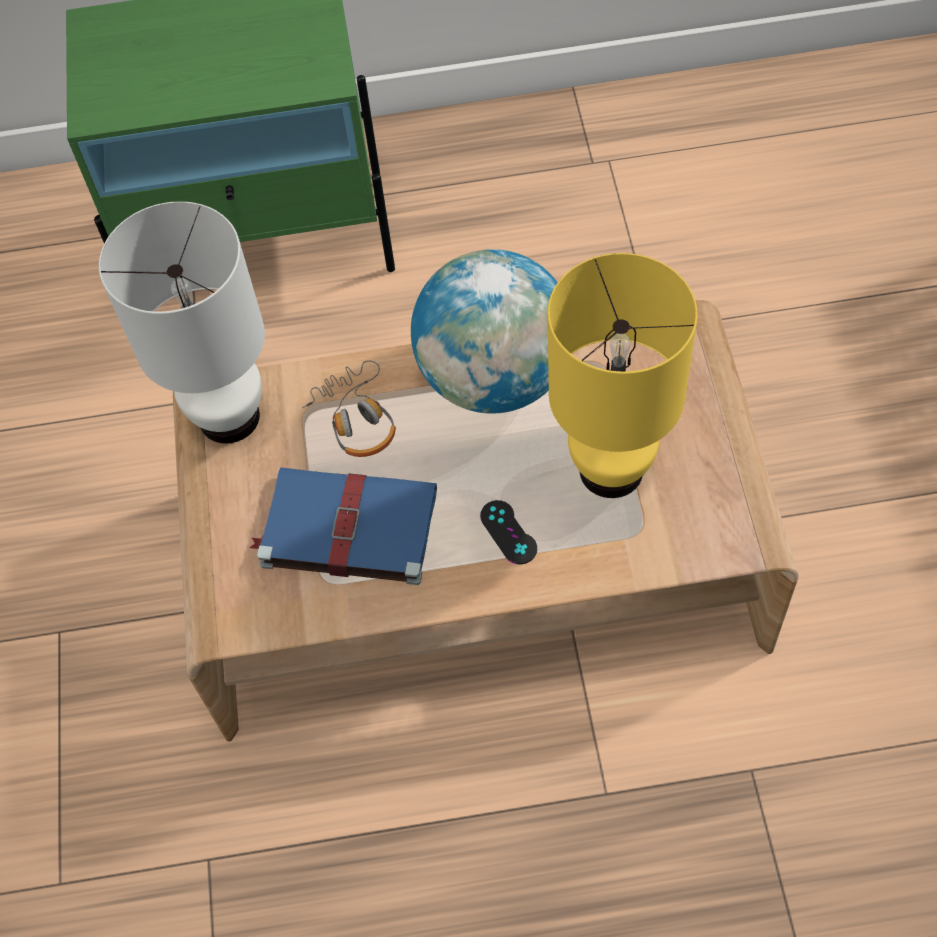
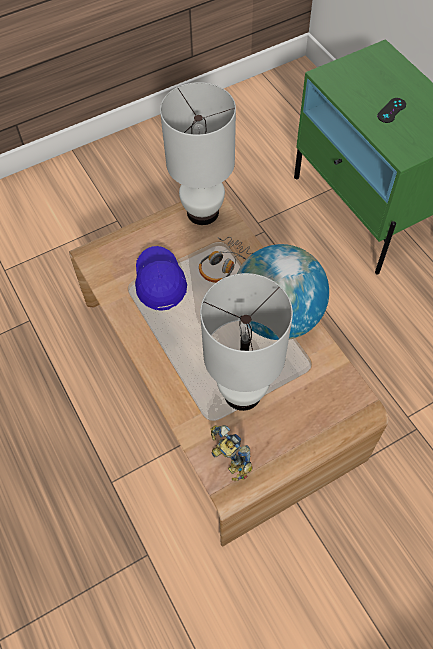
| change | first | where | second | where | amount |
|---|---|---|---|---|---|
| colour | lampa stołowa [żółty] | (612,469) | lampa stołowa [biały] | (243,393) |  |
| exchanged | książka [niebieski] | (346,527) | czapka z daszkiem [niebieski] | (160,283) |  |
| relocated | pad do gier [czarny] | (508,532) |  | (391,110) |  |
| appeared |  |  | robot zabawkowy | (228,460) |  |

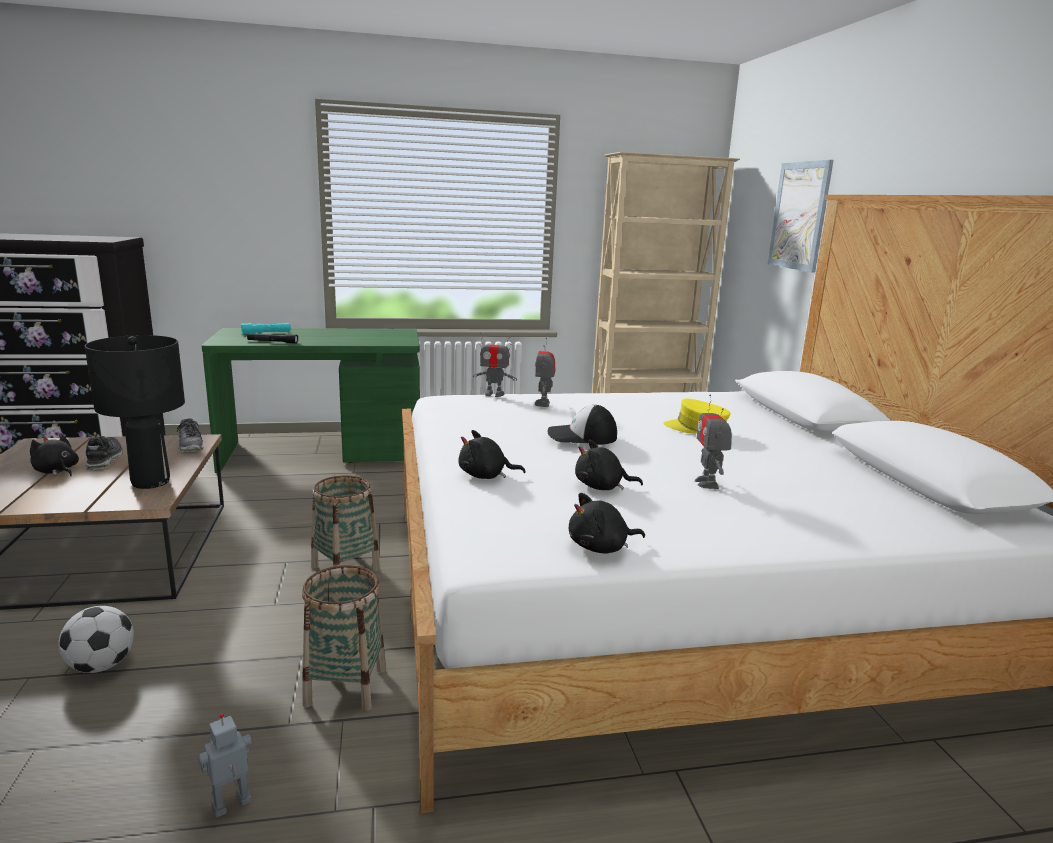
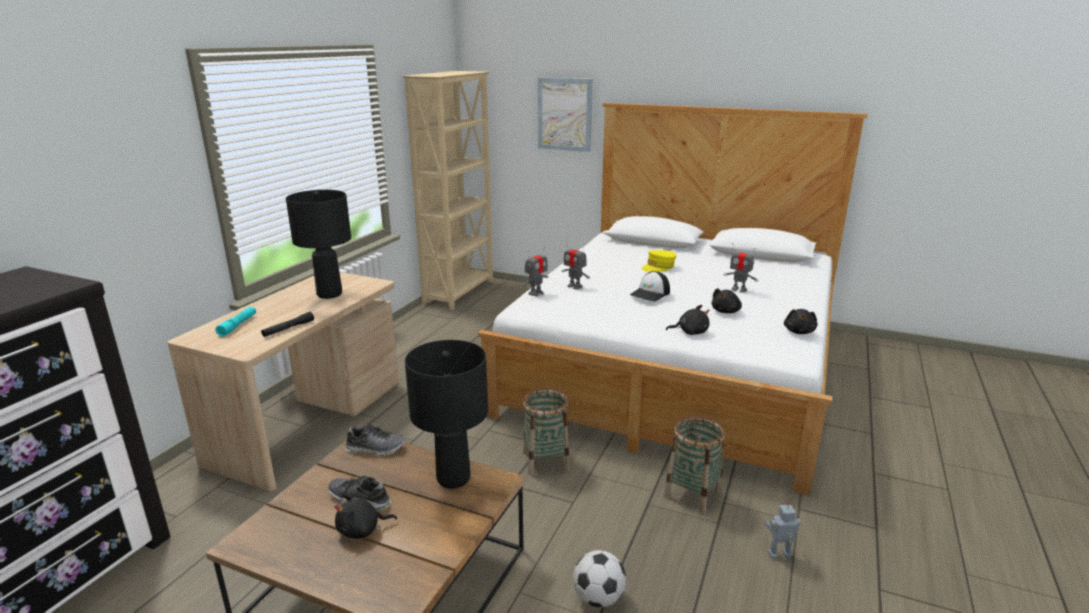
| change | first | where | second | where | amount |
|---|---|---|---|---|---|
| colour | biurko [zielony] | (323,454) | biurko [beżowy] | (310,422) |  |
| spun | pluszak [czarny] | (486,476) |  | (690,332) | 120 degrees counterclockwise |
| spun | robot zabawkowy | (232,806) |  | (779,556) | 90 degrees clockwise |
| appeared |  |  | lampa stołowa [czarny] | (330,294) |  |

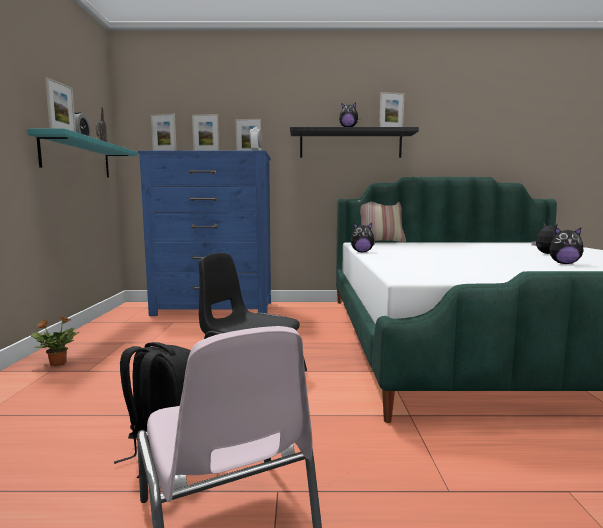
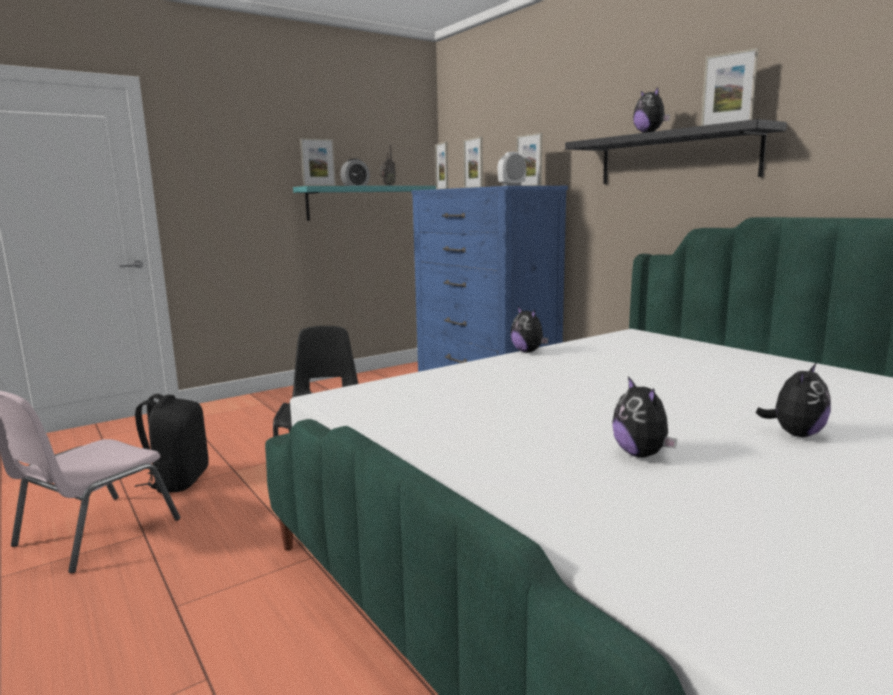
| change | first | where | second | where | amount |
|---|---|---|---|---|---|
| missing | poduszka | (381,242) |  |  |  |
| missing | roślina doniczkowa | (57,363) |  |  |  |

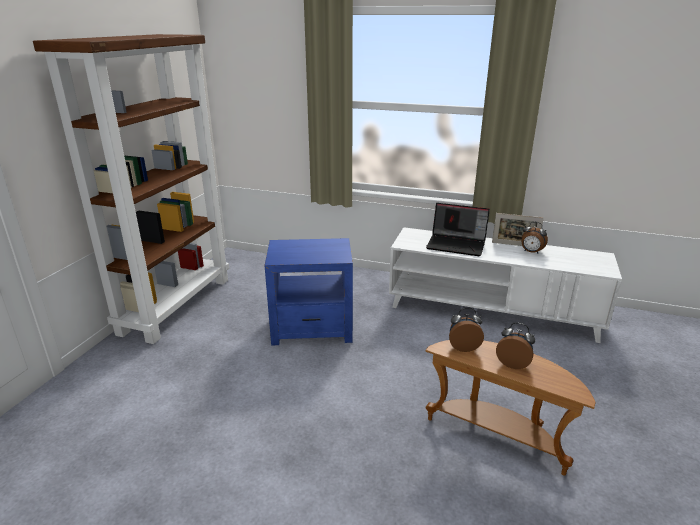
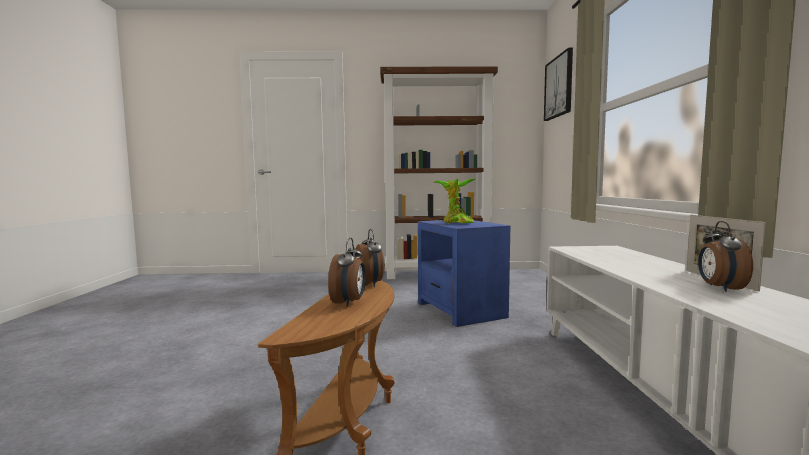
| change | first | where | second | where | amount |
|---|---|---|---|---|---|
| missing | laptop | (457,244) |  |  |  |
| appeared |  |  | obraz | (559,87) |  |
| appeared |  |  | roślina doniczkowa | (456,223) |  |

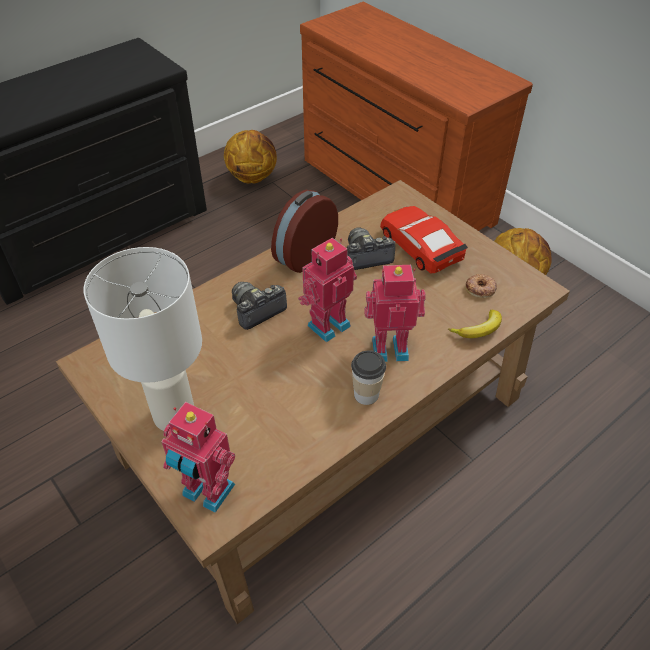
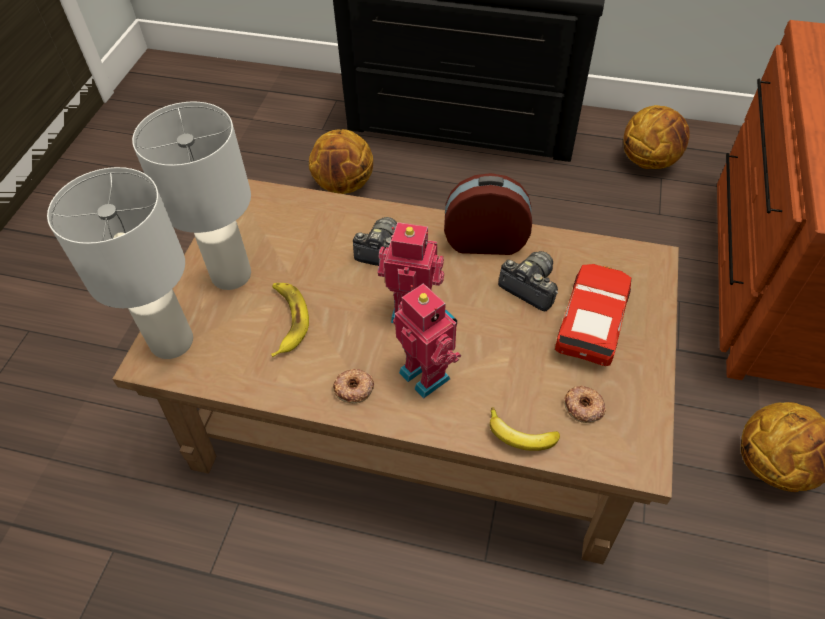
| change | first | where | second | where | amount |
|---|---|---|---|---|---|
| exchanged | filiżanka | (366,394) | donut | (354,388) |  |
| exchanged | robot zabawkowy | (206,493) | lampa stołowa [biały] | (172,342) |  |
| appeared |  |  | piłka do koszykówki | (344,185) |  |
| appeared |  |  | banan | (287,320) |  |

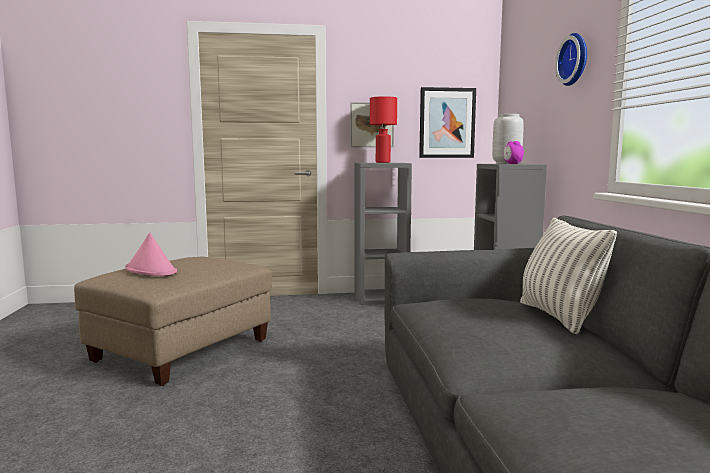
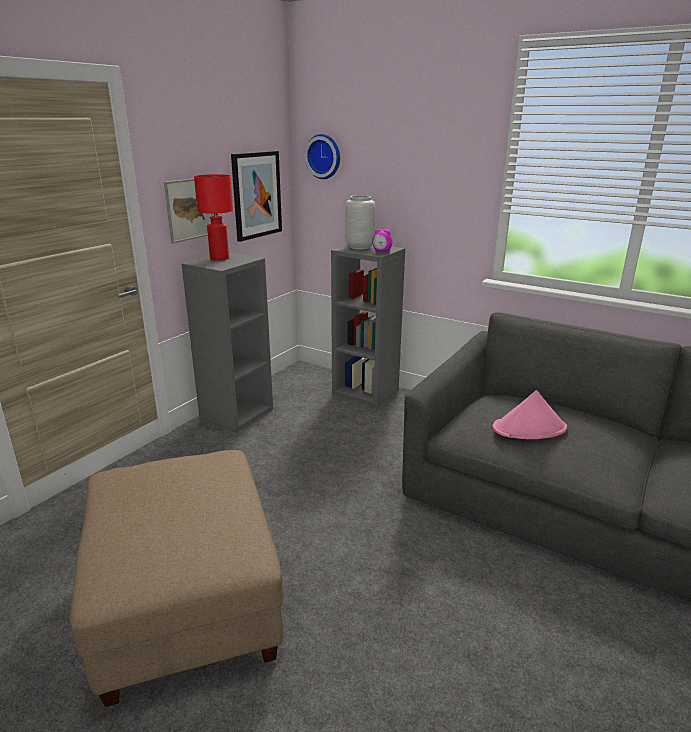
| change | first | where | second | where | amount |
|---|---|---|---|---|---|
| relocated | zegar ścienny | (575,59) |  | (324,156) |  |
| missing | poduszka | (559,316) |  |  |  |
| relocated | kapelusz [różowy] | (151,270) |  | (529,428) |  |

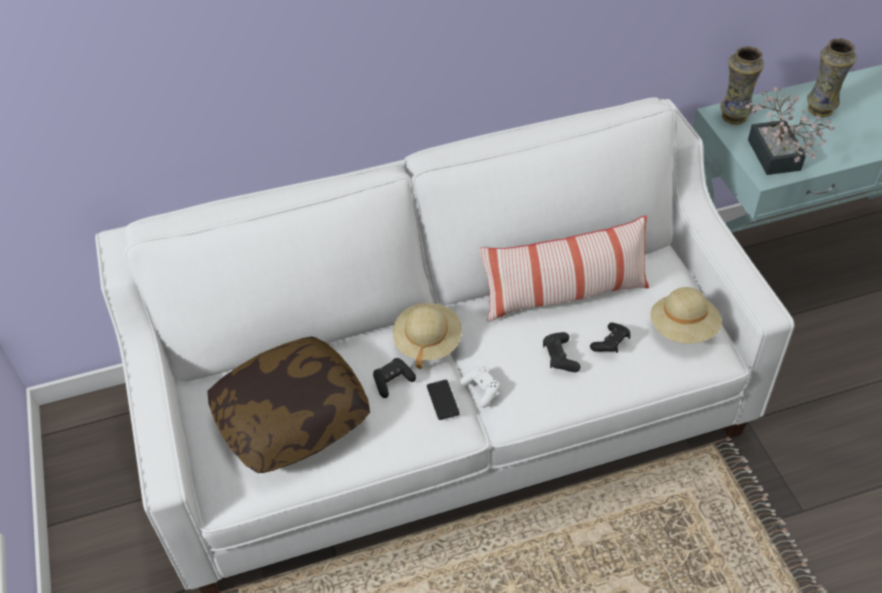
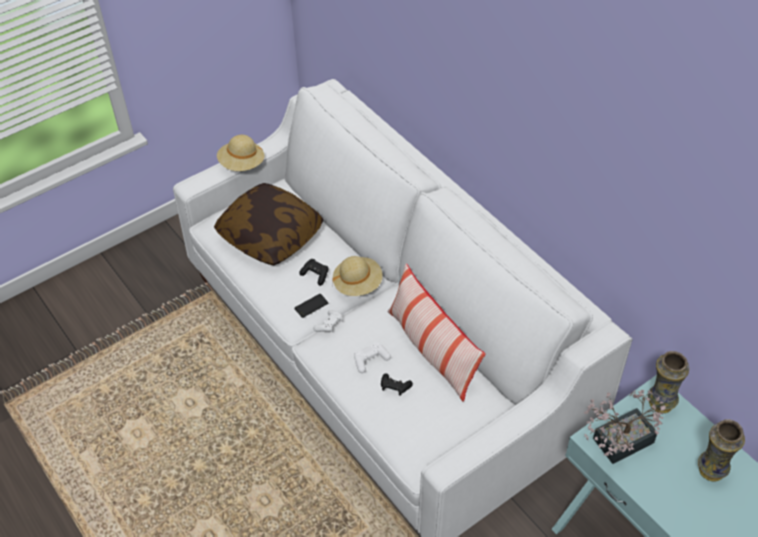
| change | first | where | second | where | amount |
|---|---|---|---|---|---|
| relocated | kapelusz [beżowy] | (683,329) |  | (242,164) |  |
| colour | pad do gier [czarny] | (560,357) | pad do gier [biały] | (370,360) |  |

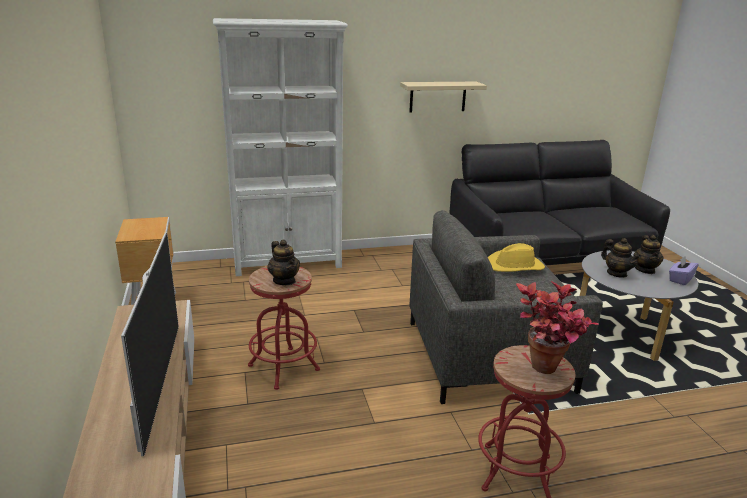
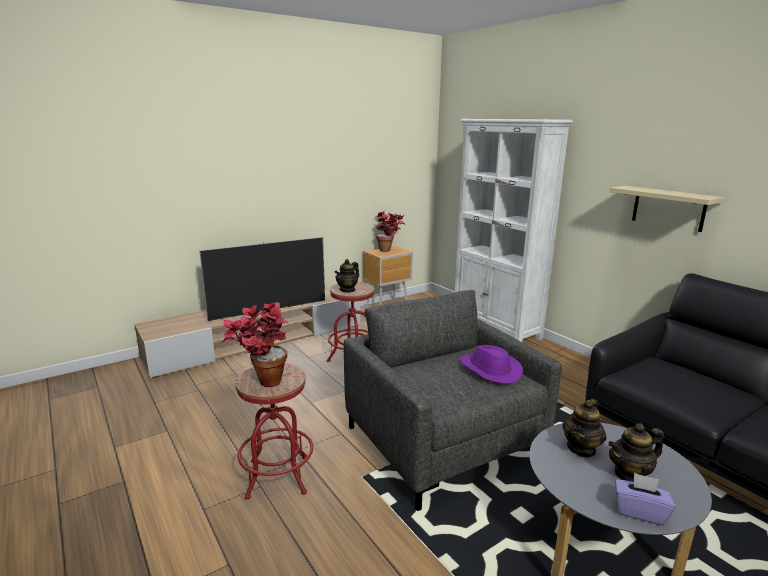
| change | first | where | second | where | amount |
|---|---|---|---|---|---|
| colour | kapelusz [żółty] | (514,266) | kapelusz [fioletowy] | (489,369) |  |
| appeared |  |  | roślina doniczkowa | (389,250) |  |

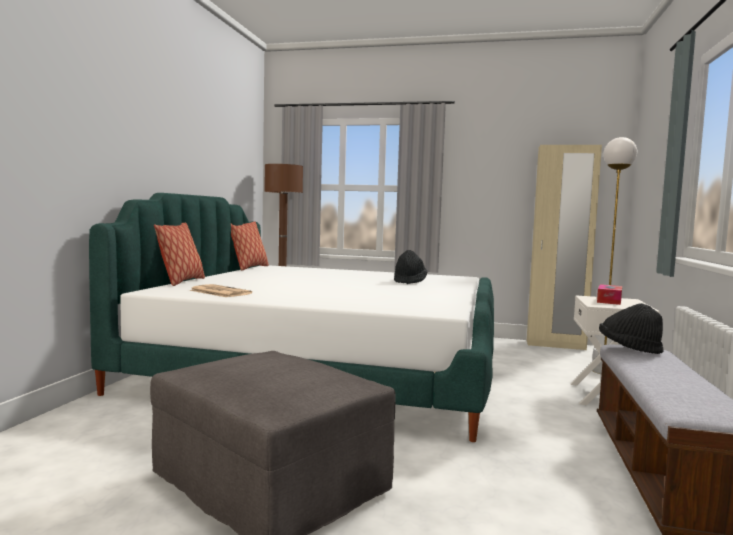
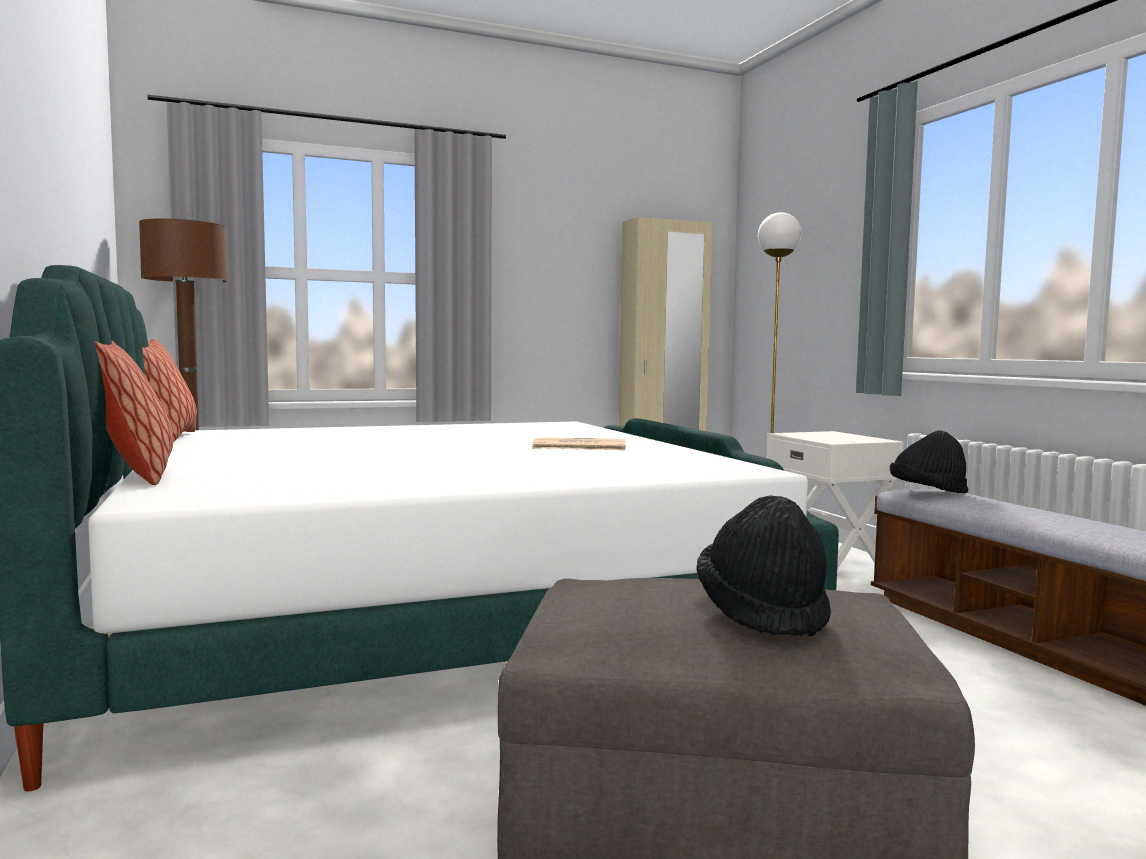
| change | first | where | second | where | amount |
|---|---|---|---|---|---|
| relocated | kapelusz [czarny] | (409,281) |  | (763,612) |  |
| relocated | gazeta | (219,292) |  | (578,446) |  |
| missing | pudełko chusteczek | (609,300) |  |  |  |

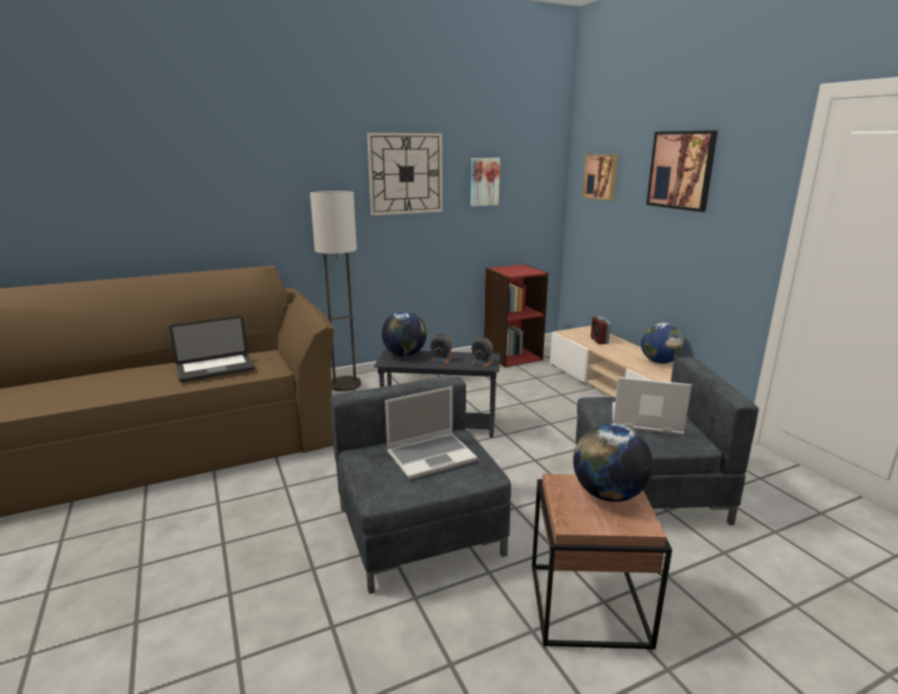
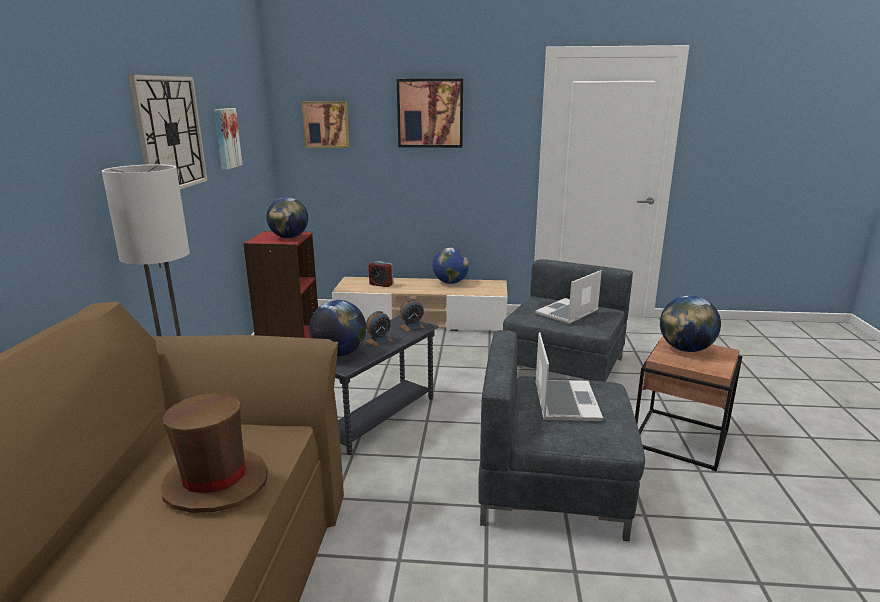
| change | first | where | second | where | amount |
|---|---|---|---|---|---|
| exchanged | laptop | (215,369) | kapelusz [brązowy] | (216,482) |  |
| appeared |  |  | globus | (289,237) |  |

